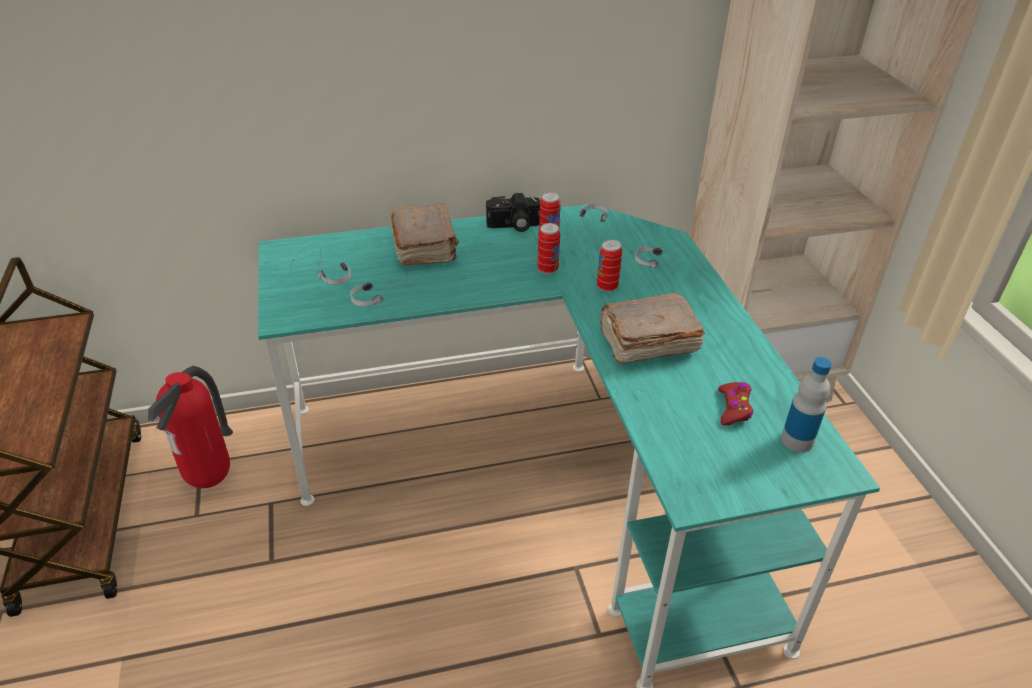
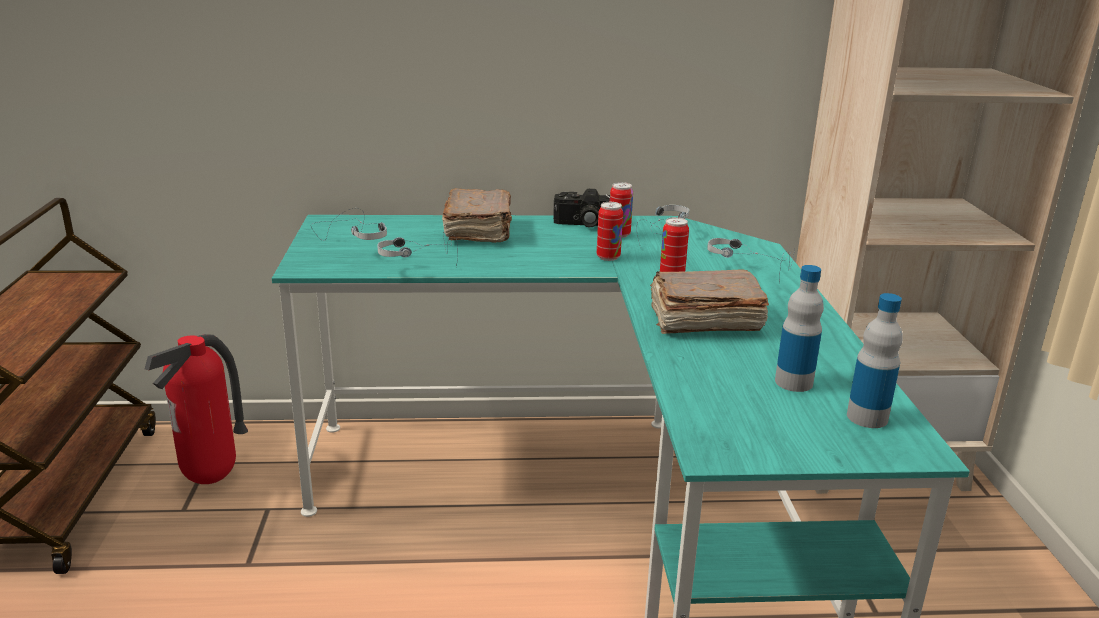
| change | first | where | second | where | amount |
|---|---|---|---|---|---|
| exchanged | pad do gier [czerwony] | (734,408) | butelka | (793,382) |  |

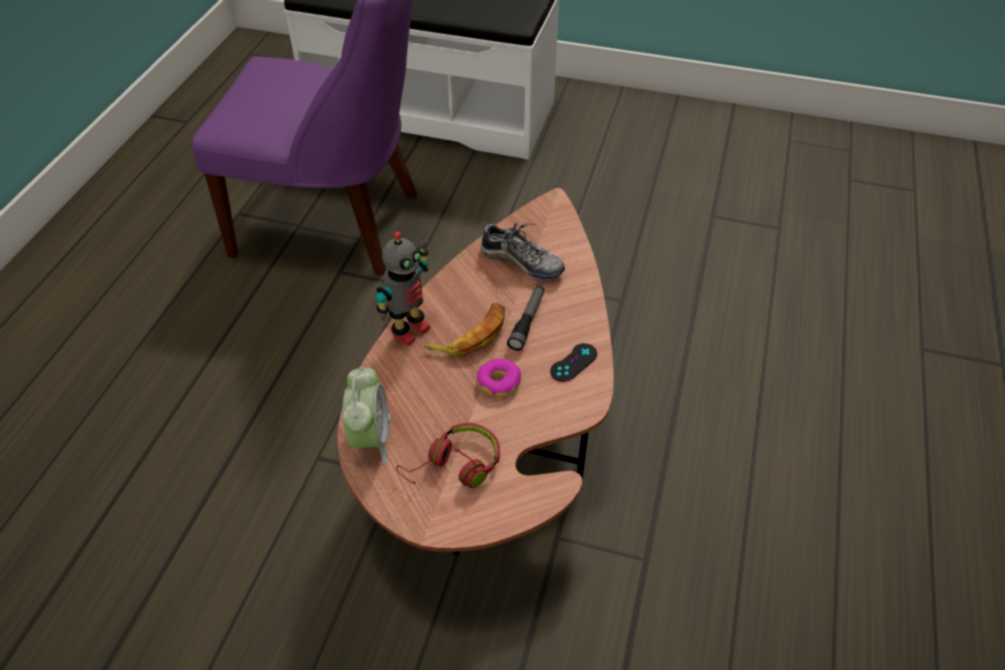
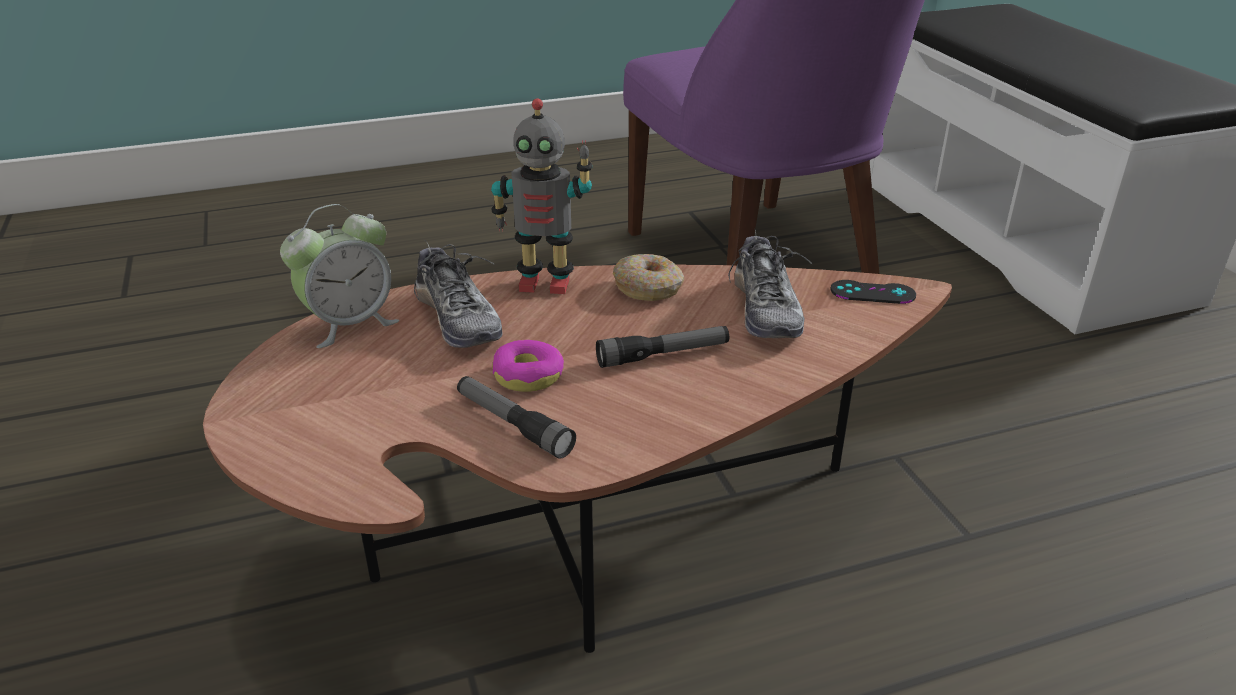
| change | first | where | second | where | amount |
|---|---|---|---|---|---|
| missing | banan | (471,334) |  |  |  |
| relocated | pad do gier [czarny] | (573,362) |  | (872,292) |  |
| missing | słuchawki [czerwony] | (455,466) |  |  |  |
| appeared |  |  | but | (458,319) |  |
| appeared |  |  | donut | (649,288) |  |
| appeared |  |  | latarka | (513,425) |  |

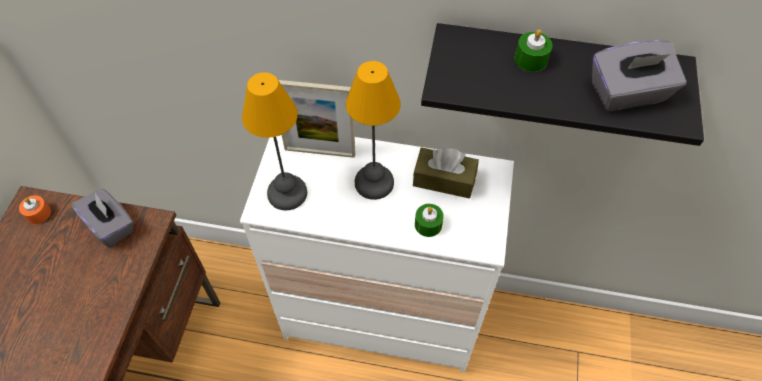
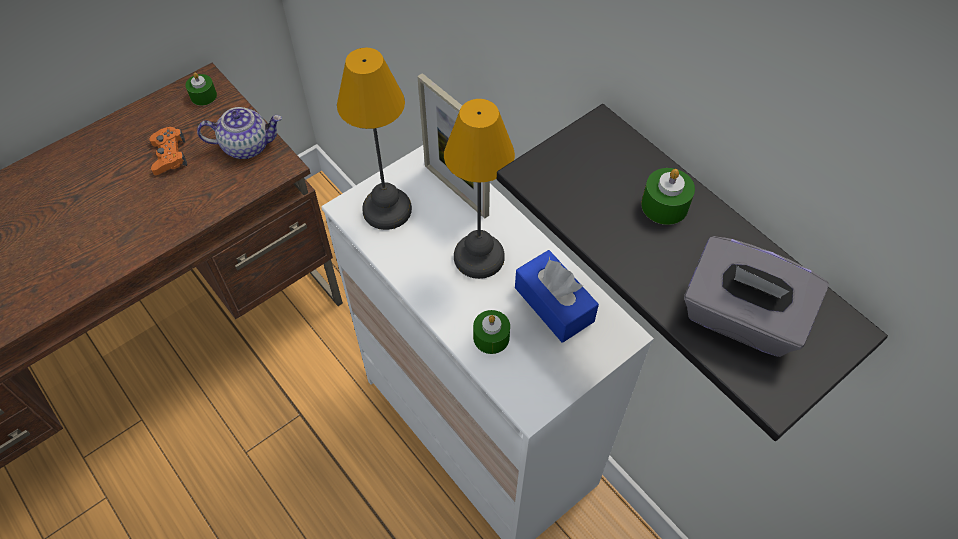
| change | first | where | second | where | amount |
|---|---|---|---|---|---|
| colour | pudełko chusteczek [brązowy] | (444,180) | pudełko chusteczek [niebieski] | (554,304) |  |
| exchanged | pudełko chusteczek [szary] | (111,226) | imbryk | (247,145) |  |
| colour | świeca [pomarańczowy] | (38,213) | świeca [zielony] | (203,96) |  |
| appeared |  |  | pad do gier [pomarańczowy] | (169,155) |  |

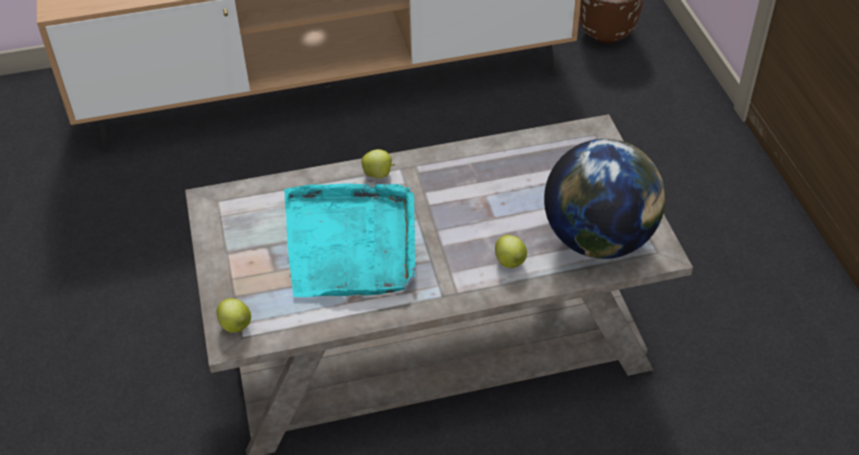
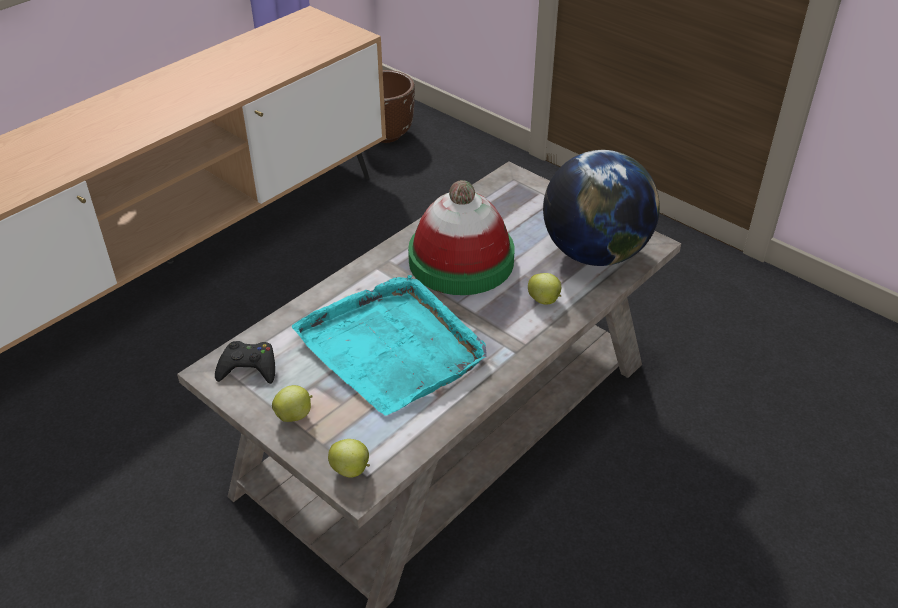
| change | first | where | second | where | amount |
|---|---|---|---|---|---|
| relocated | jabłko | (379,174) |  | (295,415) |  |
| appeared |  |  | kapelusz | (461,260) |  |
| appeared |  |  | pad do gier [czarny] | (248,367) |  |

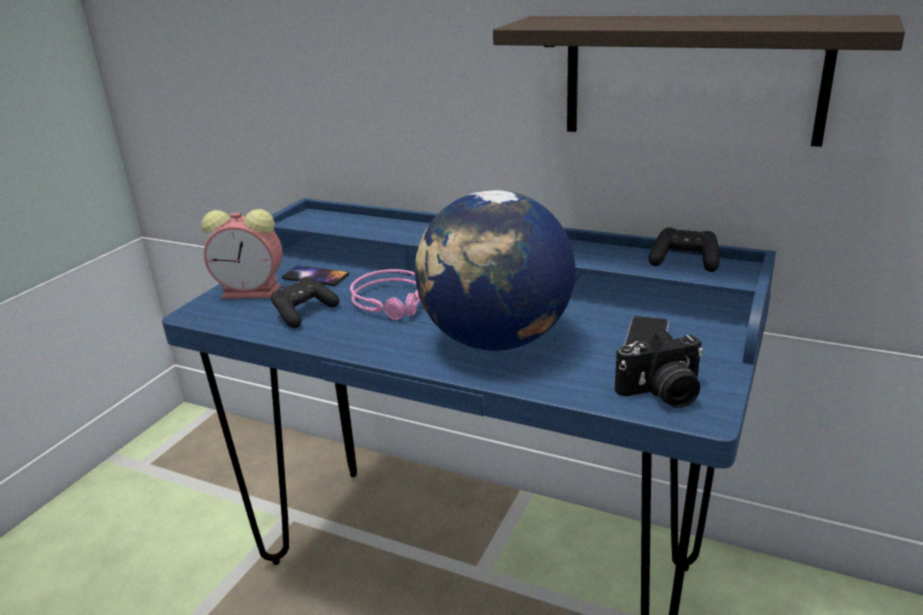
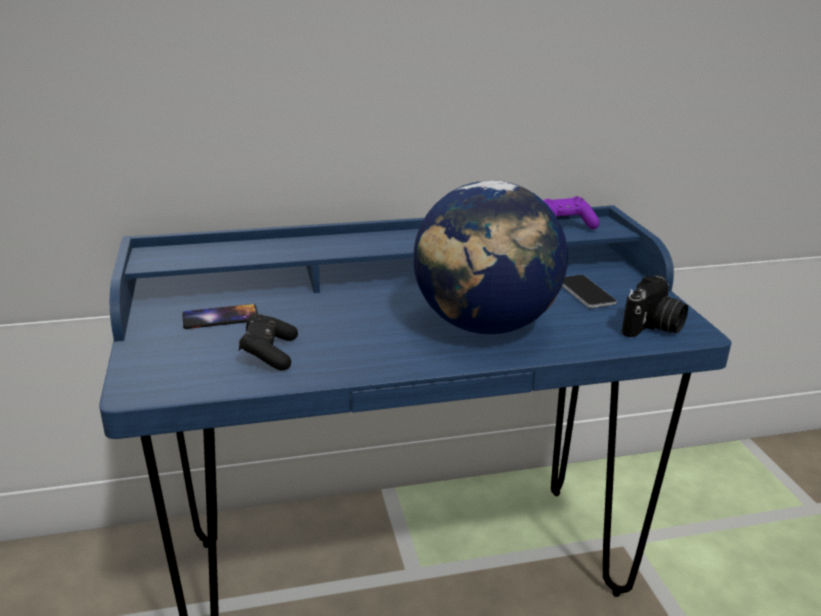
| change | first | where | second | where | amount |
|---|---|---|---|---|---|
| missing | półka | (691,78) |  |  |  |
| missing | budzik | (254,291) |  |  |  |
| colour | pad do gier [czarny] | (684,262) | pad do gier [fioletowy] | (565,226) |  |
| missing | słuchawki [różowy] | (393,302) |  |  |  |

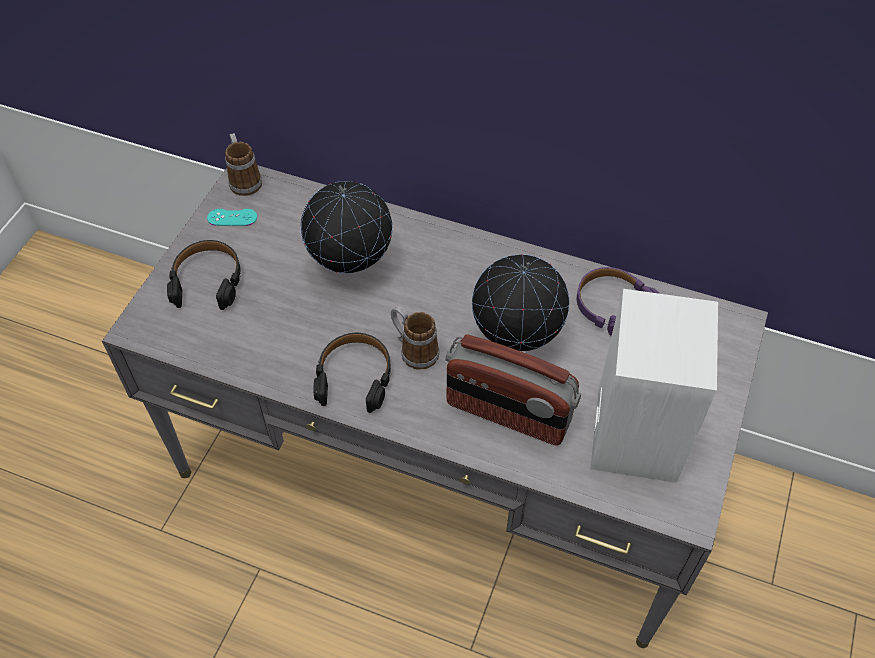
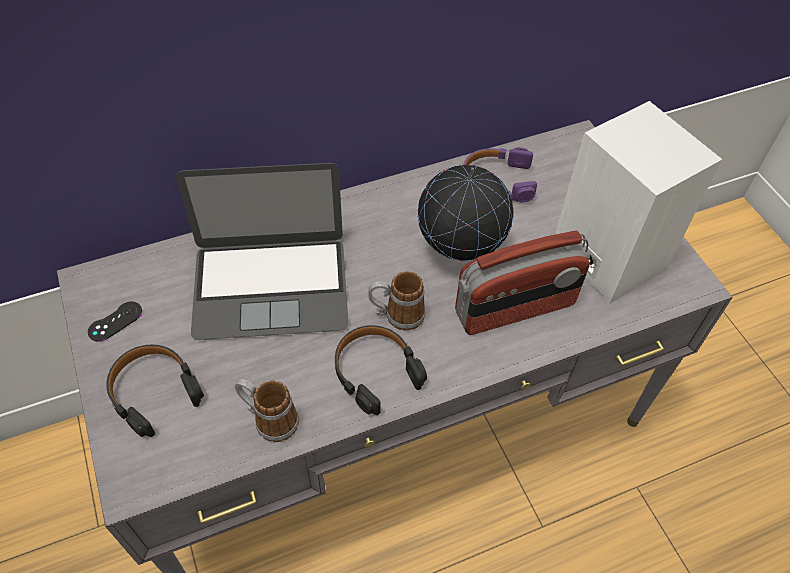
| change | first | where | second | where | amount |
|---|---|---|---|---|---|
| relocated | kubek | (244,179) |  | (269,419) |  |
| exchanged | globus | (351,265) | laptop | (271,287) |  |
| colour | pad do gier [turkusowy] | (232,217) | pad do gier [czarny] | (115,321) |  |

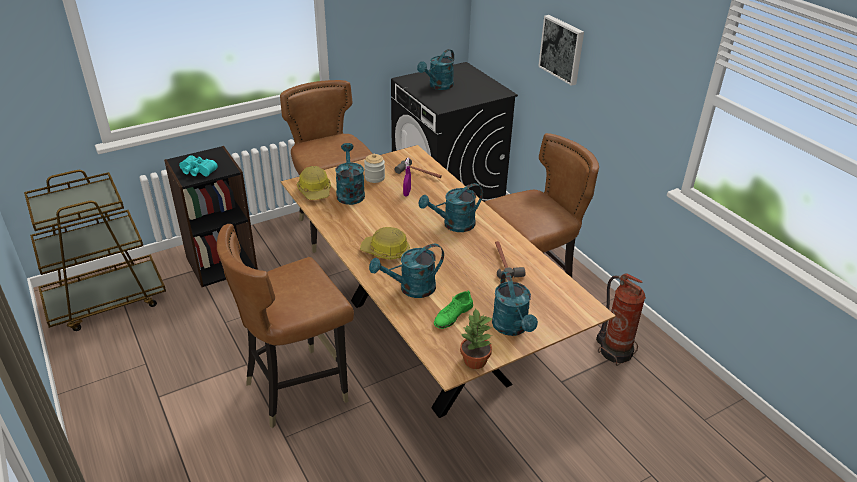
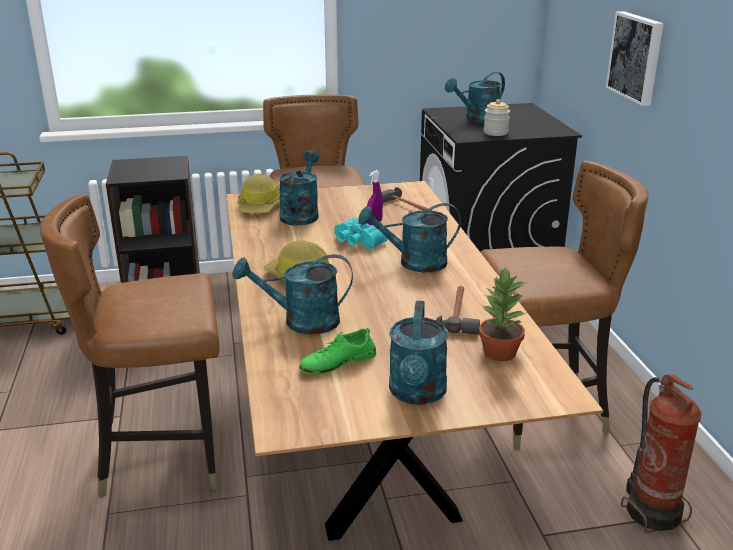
| change | first | where | second | where | amount |
|---|---|---|---|---|---|
| relocated | słoik | (374,178) |  | (495,132) |  |
| relocated | lornetka [turkusowy] | (197,172) |  | (357,242) |  |
| relocated | roślina doniczkowa | (474,361) |  | (499,353) |  |

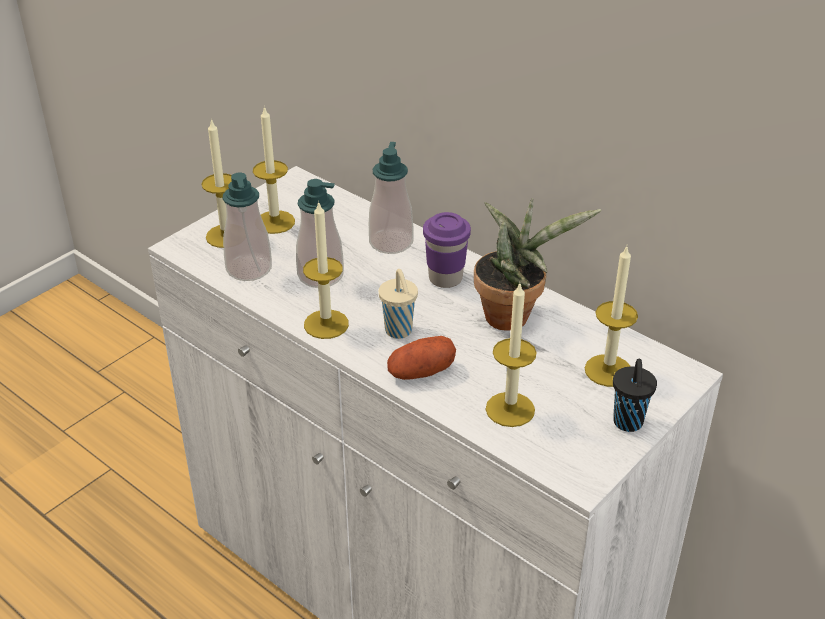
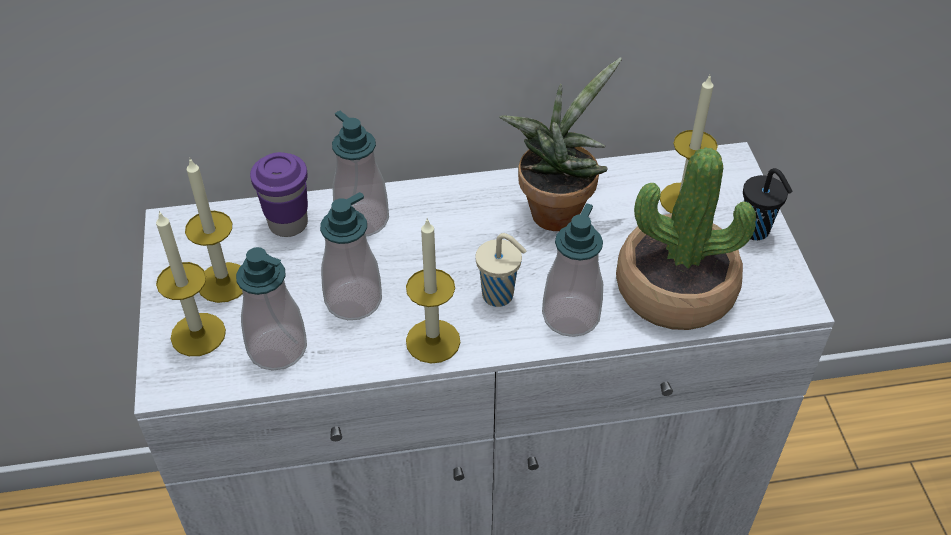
| change | first | where | second | where | amount |
|---|---|---|---|---|---|
| relocated | filiżanka [fioletowy] | (445,278) |  | (288,224) |  |
| exchanged | świeca | (510,409) | roślina doniczkowa | (675,289) |  |
| exchanged | ziemniak | (421,372) | dozownik mydła | (571,316) |  |

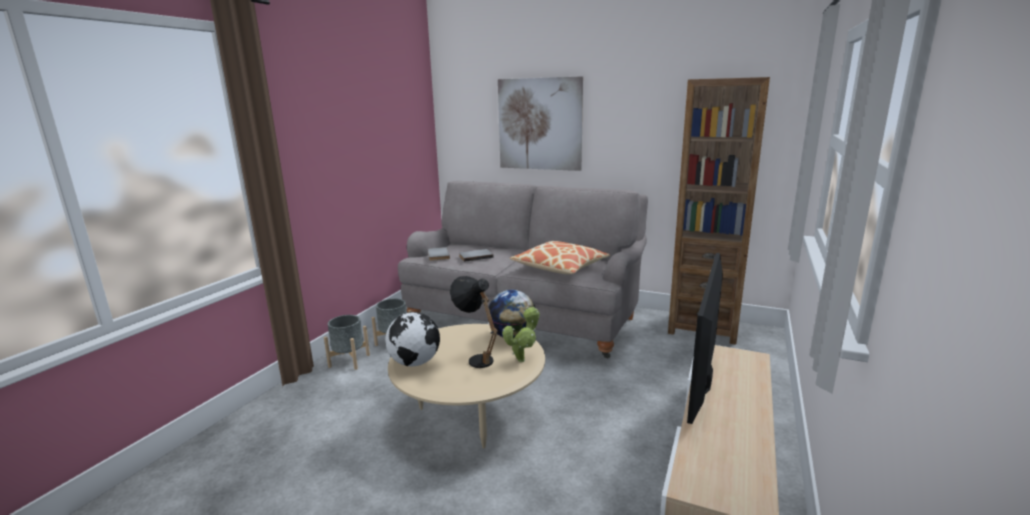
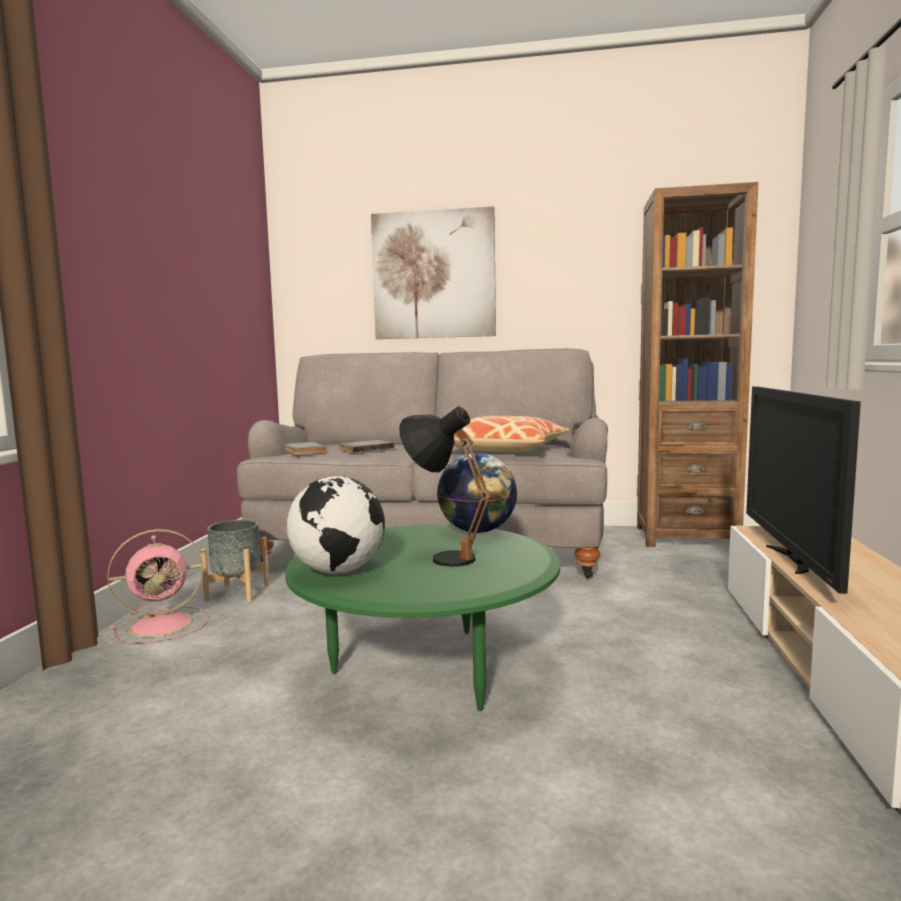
| change | first | where | second | where | amount |
|---|---|---|---|---|---|
| missing | roślina doniczkowa | (523,359) |  |  |  |
| exchanged | donica [szary] | (349,361) | wentylator [różowy] | (164,625) |  |
| colour | ława [beżowy] | (470,414) | ława [zielony] | (426,669) |  |

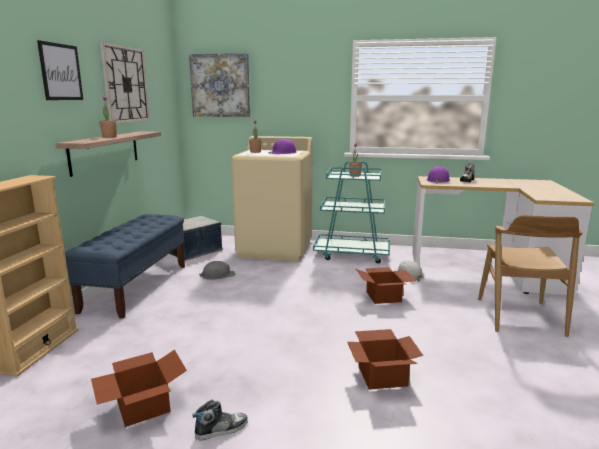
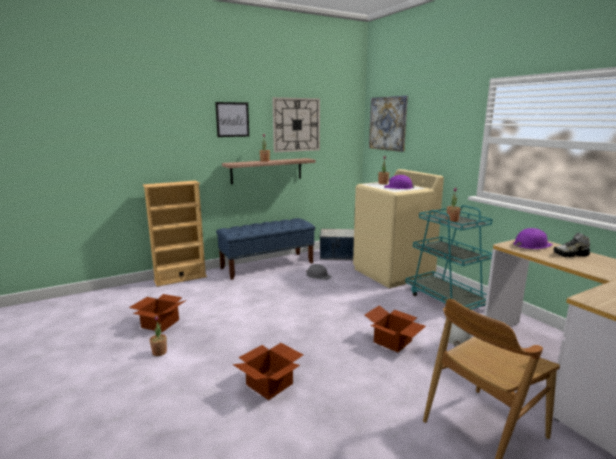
| change | first | where | second | where | amount |
|---|---|---|---|---|---|
| exchanged | but | (221,429) | roślina doniczkowa | (159,352) |  |

